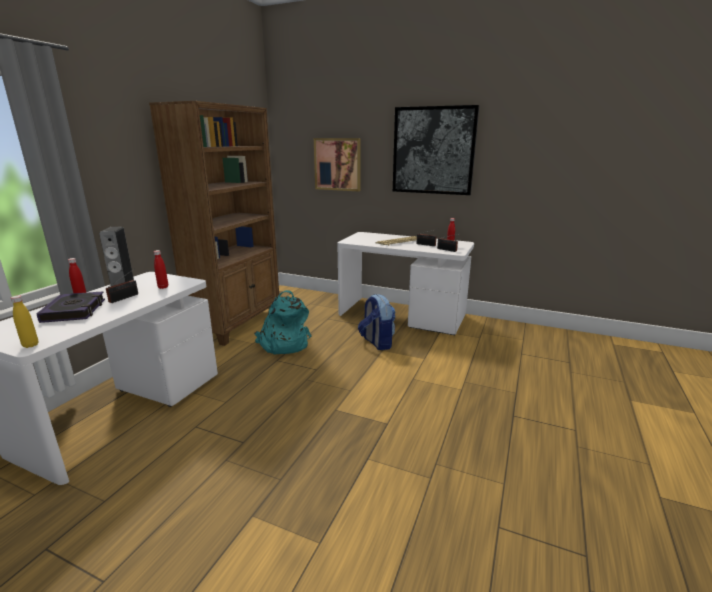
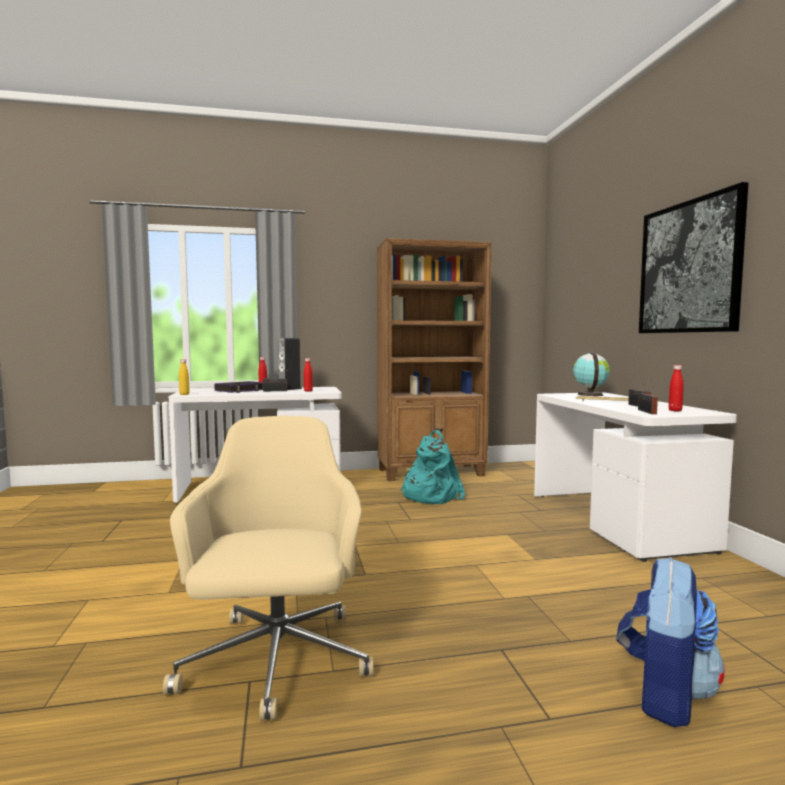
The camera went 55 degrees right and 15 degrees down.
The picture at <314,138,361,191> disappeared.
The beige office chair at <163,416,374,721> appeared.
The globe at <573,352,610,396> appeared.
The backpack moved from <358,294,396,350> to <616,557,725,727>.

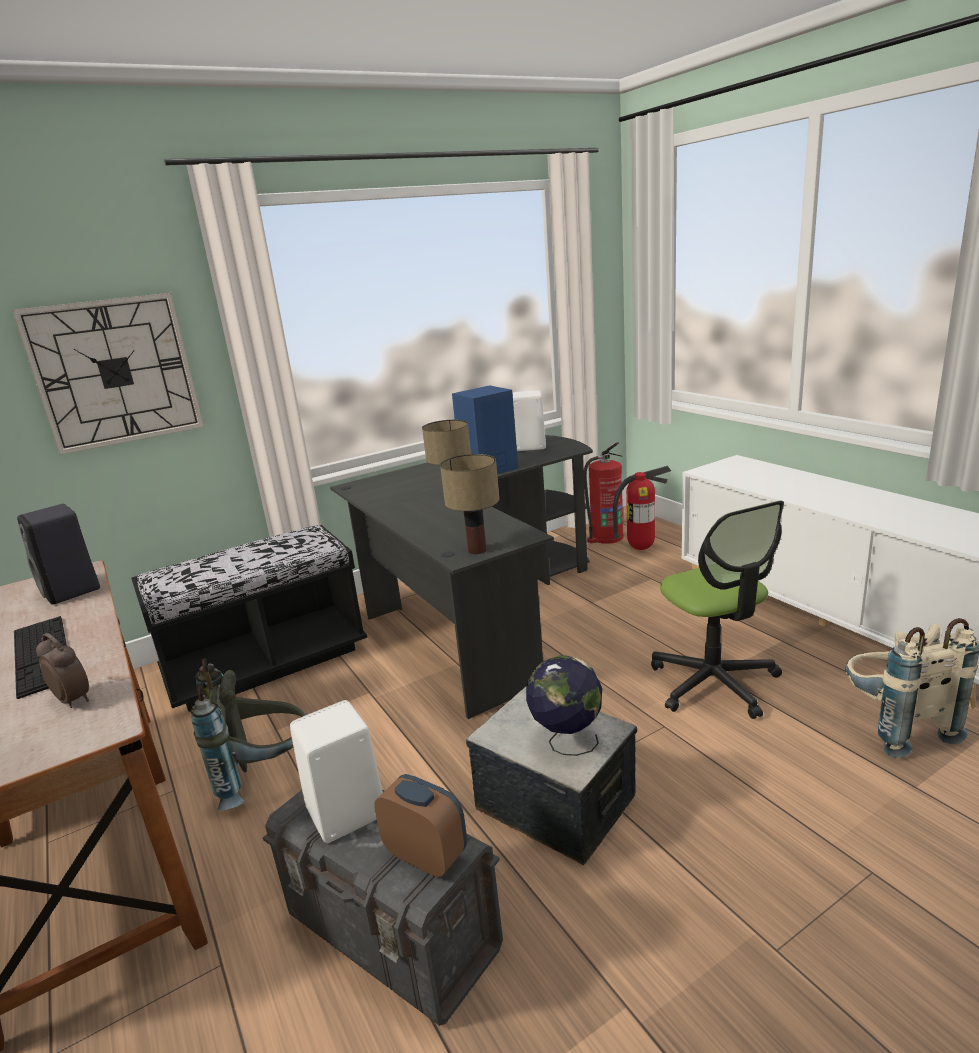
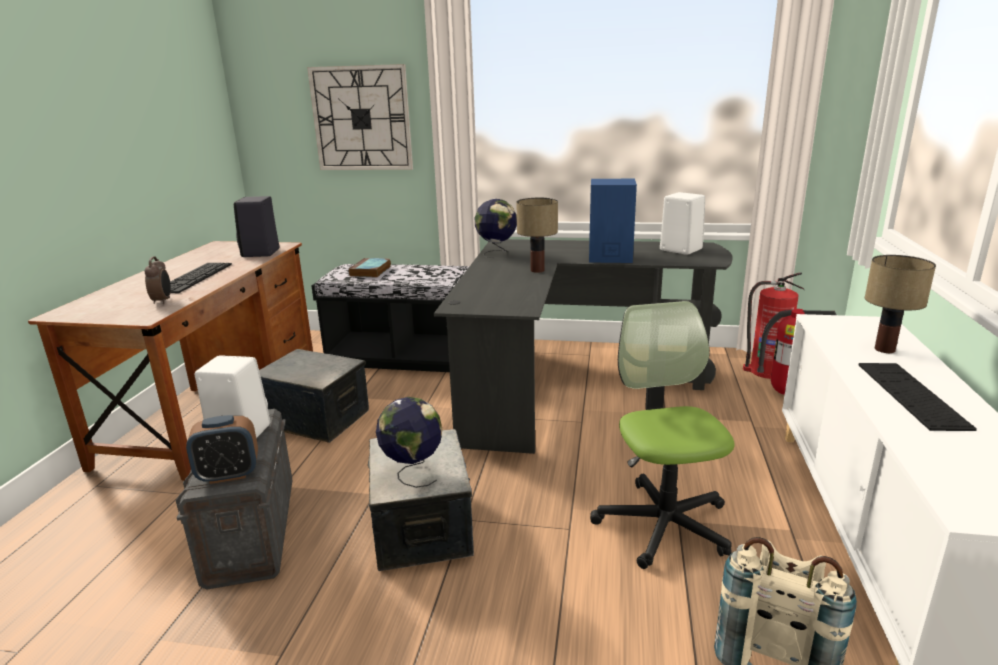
The camera went 40 degrees right and 0 degrees up.
The book at <348,258,391,278> appeared.
The globe at <475,199,517,258> appeared.
The keyboard at <859,363,977,431> appeared.
The table lamp moved from <440,454,499,554> to <865,255,936,353>.
The grey backpack at <190,658,307,811> was replaced by the storage box at <259,349,369,443>.
The alarm clock at <374,774,467,877> turned 90 degrees clockwise.
The office chair at <651,500,784,719> turned 150 degrees clockwise.

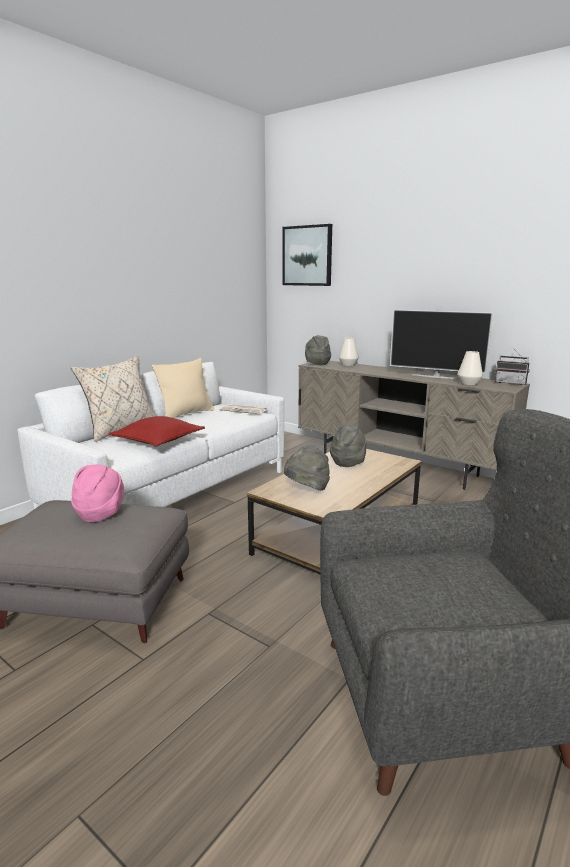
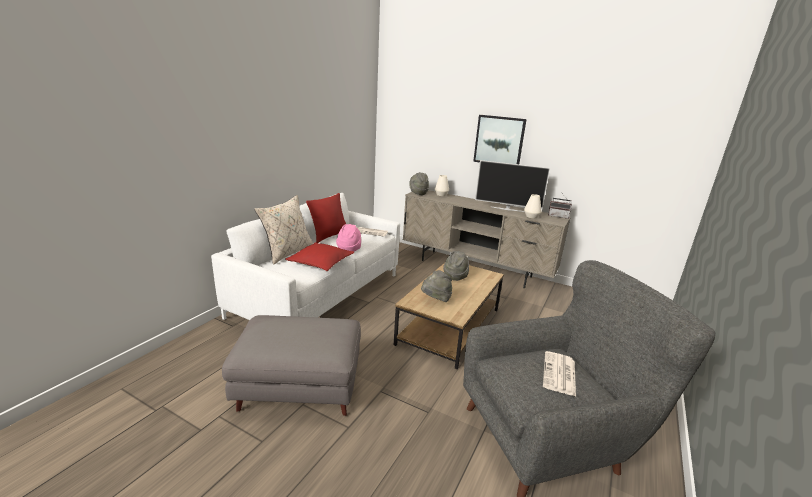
The camera went 10 degrees left and 5 degrees up.
The newspaper at <543,351,576,396> appeared.
The pink hat moved from <71,464,124,522> to <336,224,361,252>.
The picture moved from <282,224,332,286> to <473,115,527,164>.
The beige pillow at <152,358,214,418> became the red pillow at <306,193,346,243>.

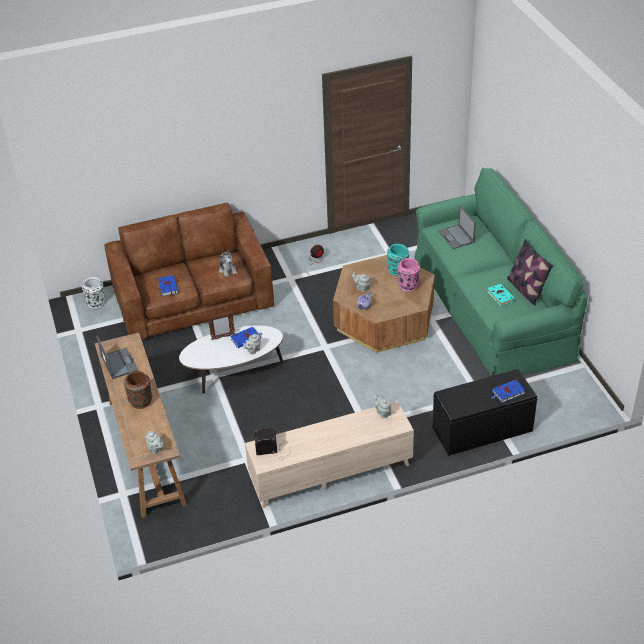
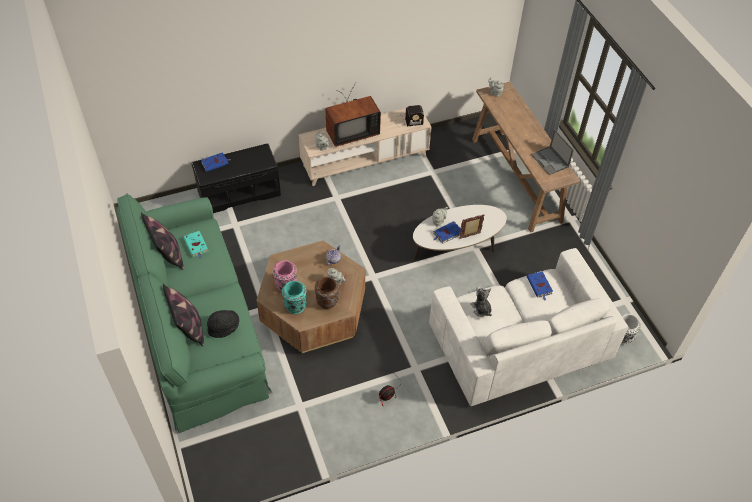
The camera went 175 degrees right and 10 degrees up.
The pillow at <163,284,204,346> appeared.
The television at <325,83,381,147> appeared.
The brown vase moved from <124,371,152,409> to <315,277,339,309>.
The laptop at <438,205,476,249> was replaced by the black hat at <207,310,239,338>.
The brown sofa at <104,203,274,340> became the white sofa at <429,248,628,406>.

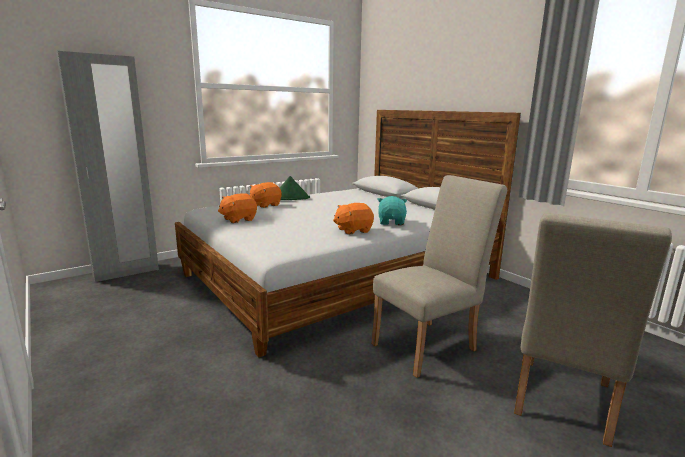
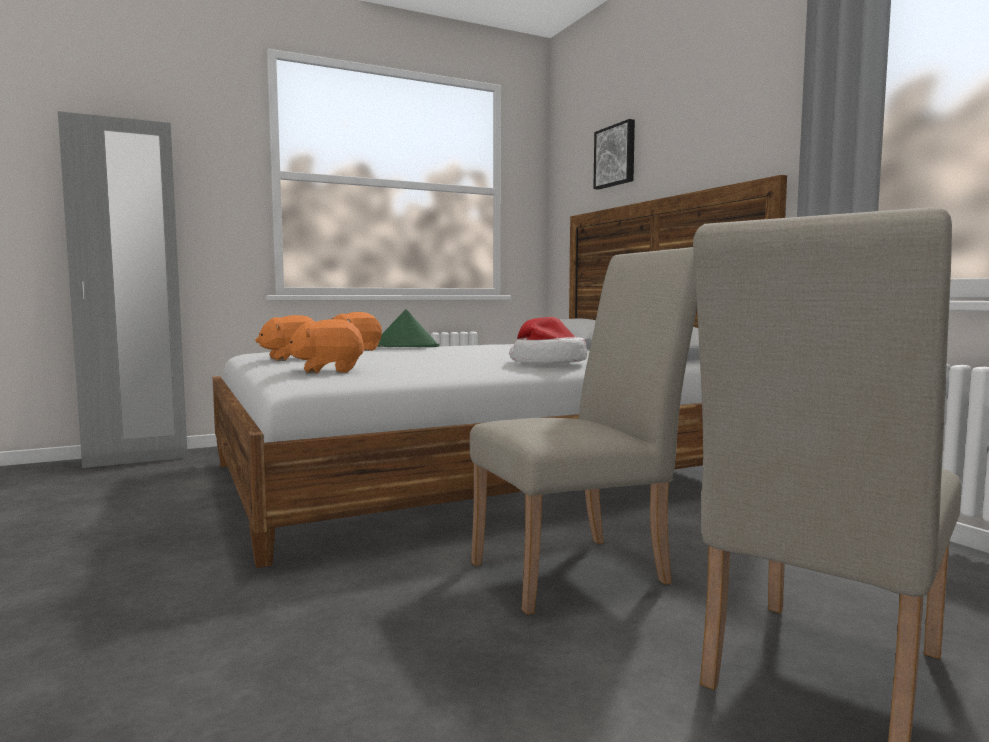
The camera went 10 degrees right and 10 degrees down.
The picture at <593,119,635,190> appeared.
The orange plush toy moved from <333,203,374,235> to <285,319,365,374>.
The turquoise plush toy at <377,196,407,225> was replaced by the hat at <509,317,587,364>.

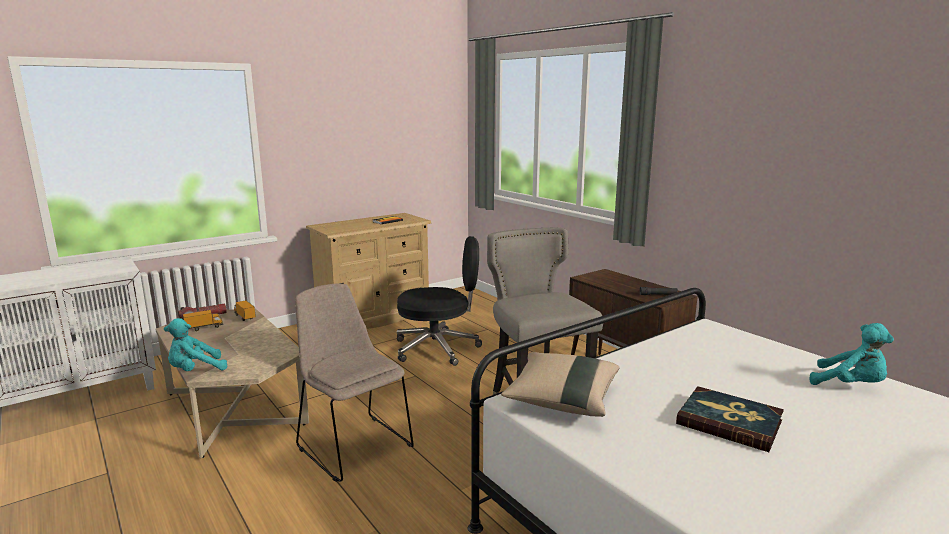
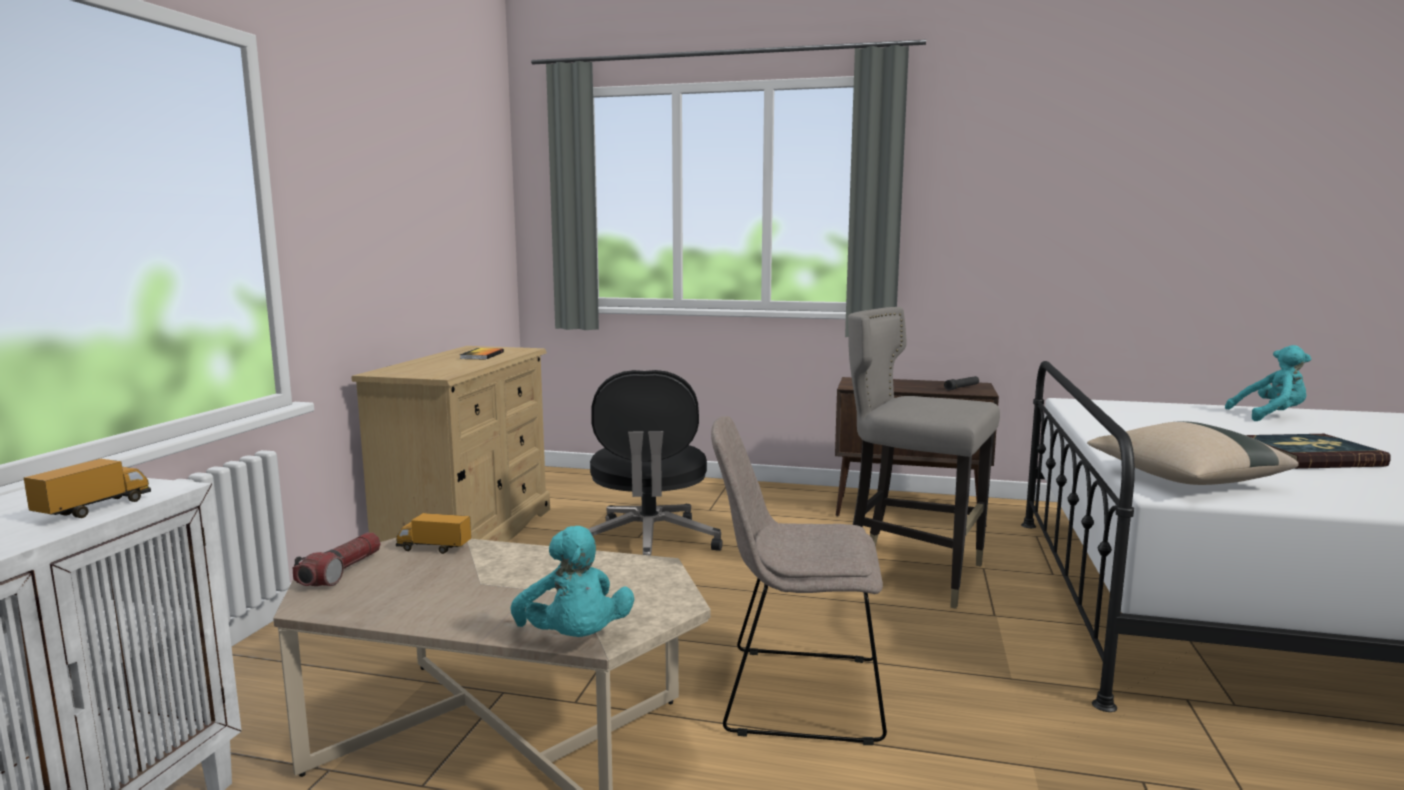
The camera went 40 degrees left and 5 degrees down.
The toy truck moved from <183,310,223,331> to <24,459,151,518>.
The turquoise plush toy at <164,318,228,371> turned 45 degrees counterclockwise.
The black office chair at <397,236,482,366> turned 135 degrees clockwise.

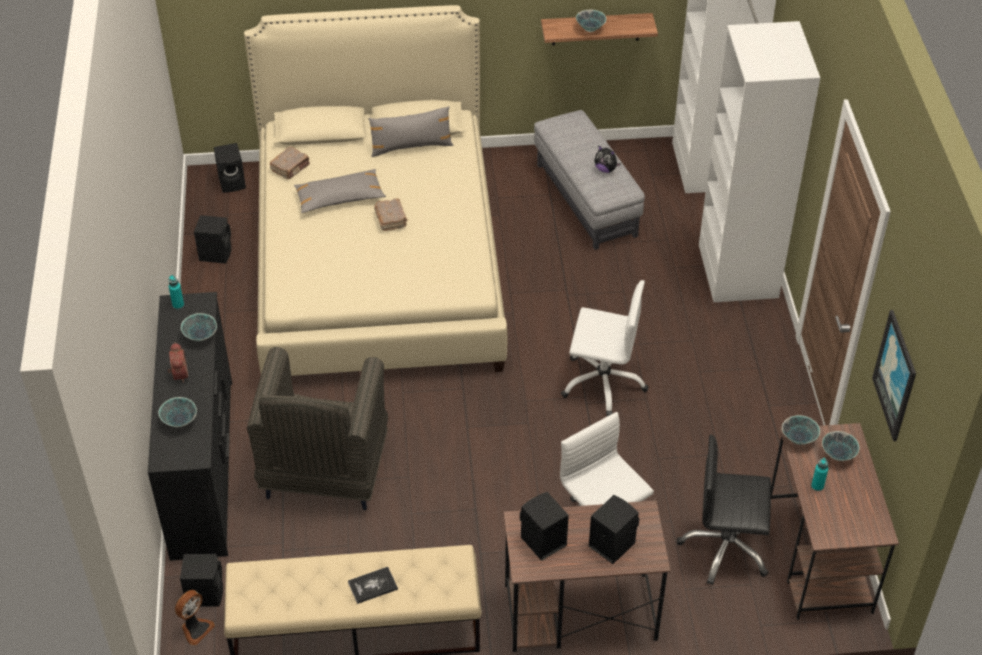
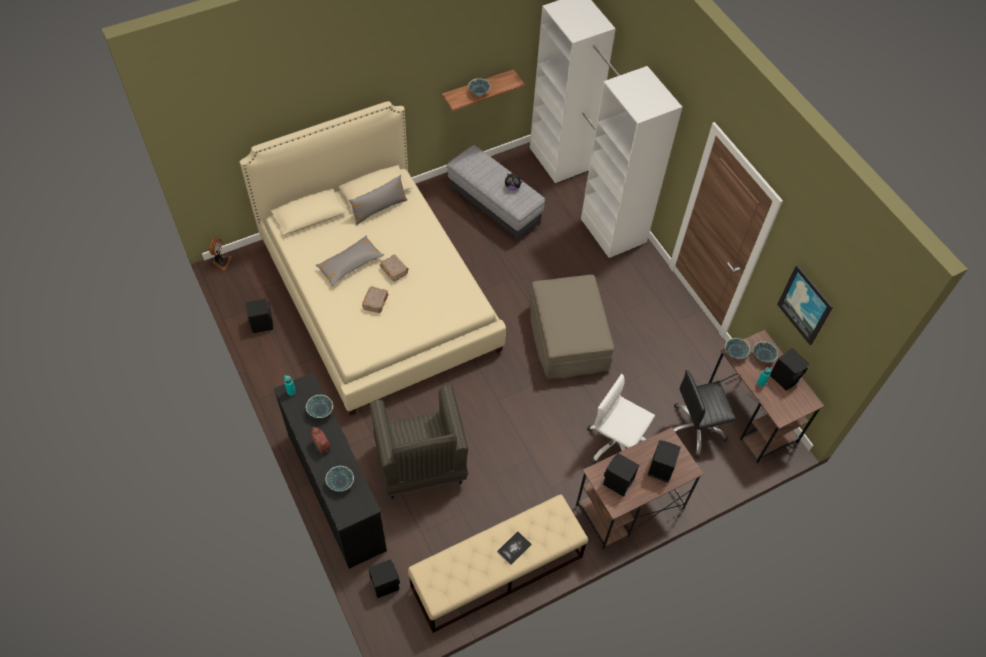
The camera went 25 degrees left and 10 degrees up.
The fan moved from <175,590,215,645> to <209,238,232,270>.
The black speaker moved from <214,143,246,193> to <770,348,809,390>.
The brown book moved from <270,147,310,179> to <362,286,388,313>.
The white office chair at <561,280,649,416> was replaced by the beige ottoman at <529,275,614,379>.

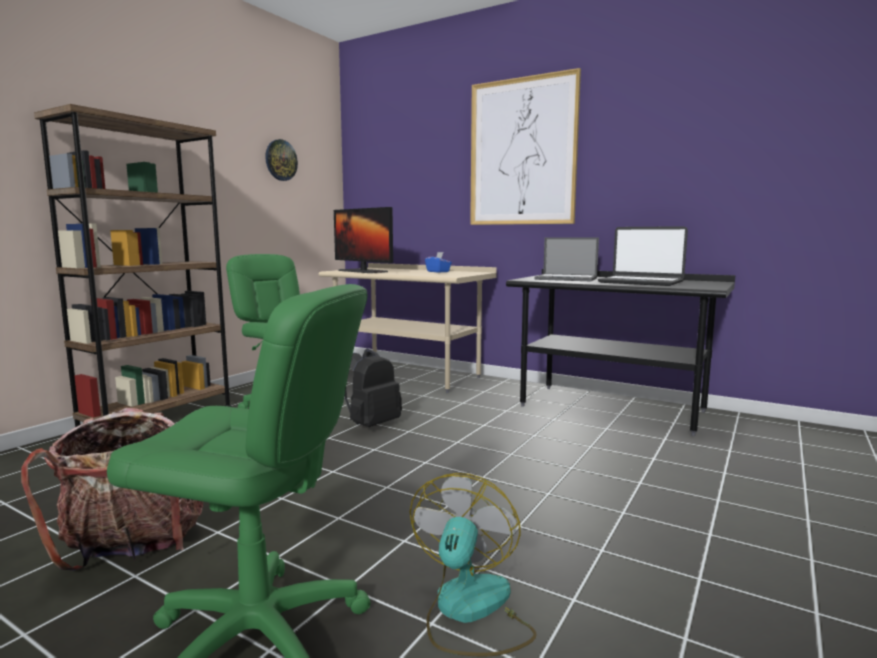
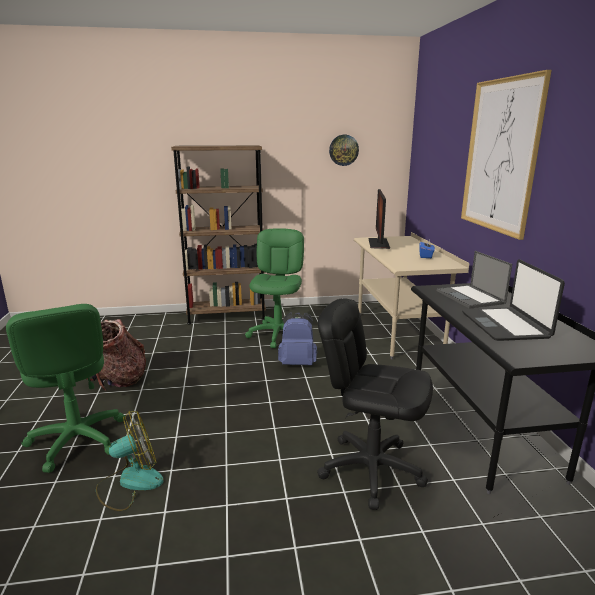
The camera went 50 degrees right and 10 degrees up.
The black office chair at <317,298,433,510> appeared.
The black backpack at <345,349,402,427> became the blue backpack at <278,312,317,365>.

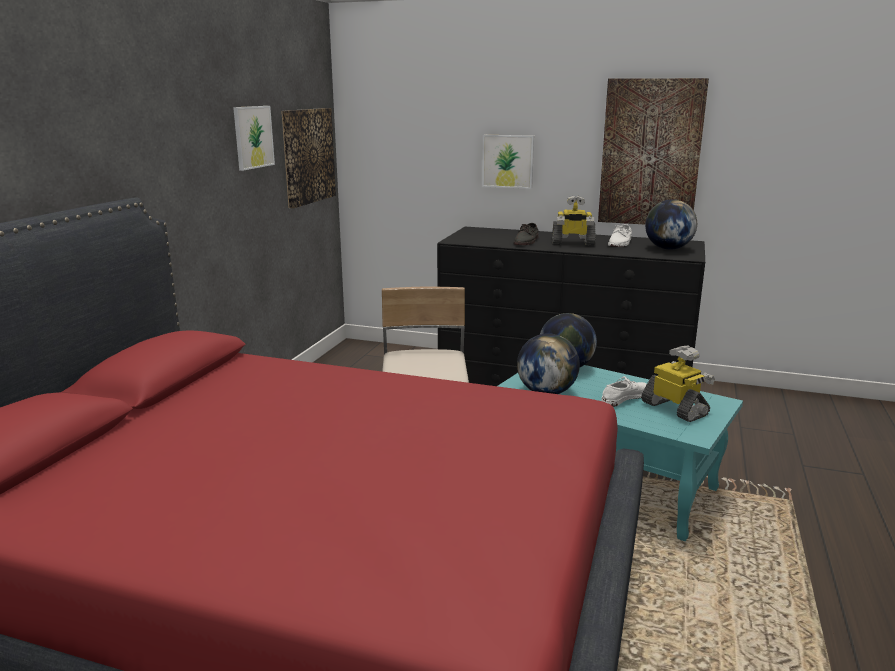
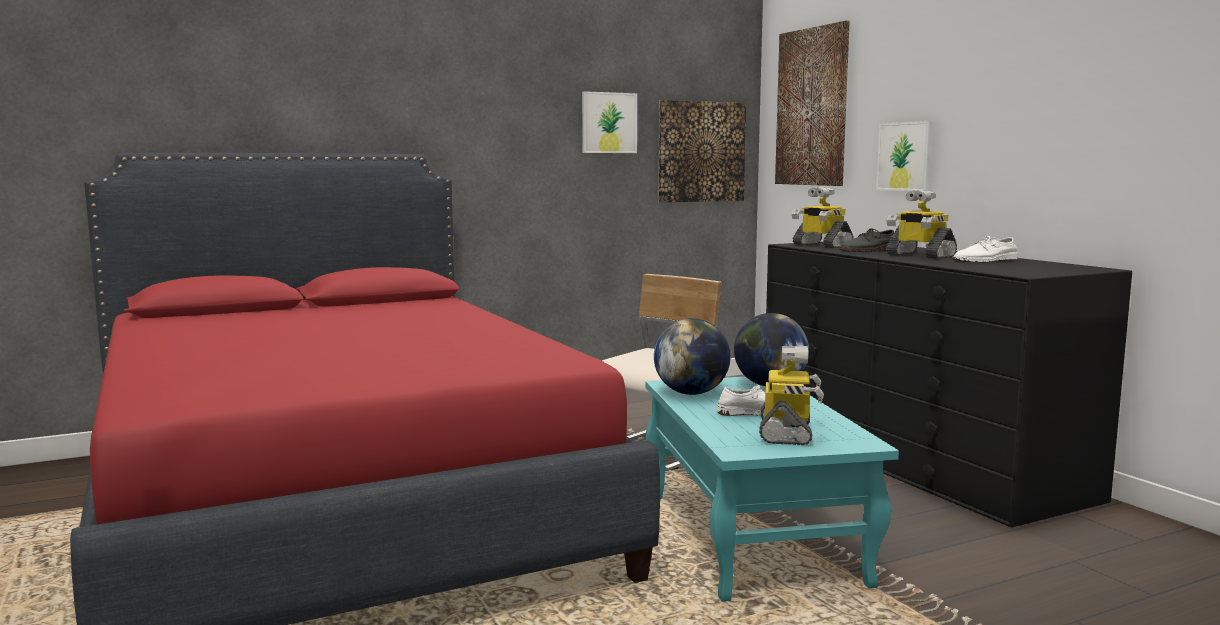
The camera went 45 degrees right and 10 degrees down.
The globe at <645,199,697,250> disappeared.
The toy robot at <792,187,854,248> appeared.
The picture moved from <598,78,709,224> to <775,21,850,186>.

